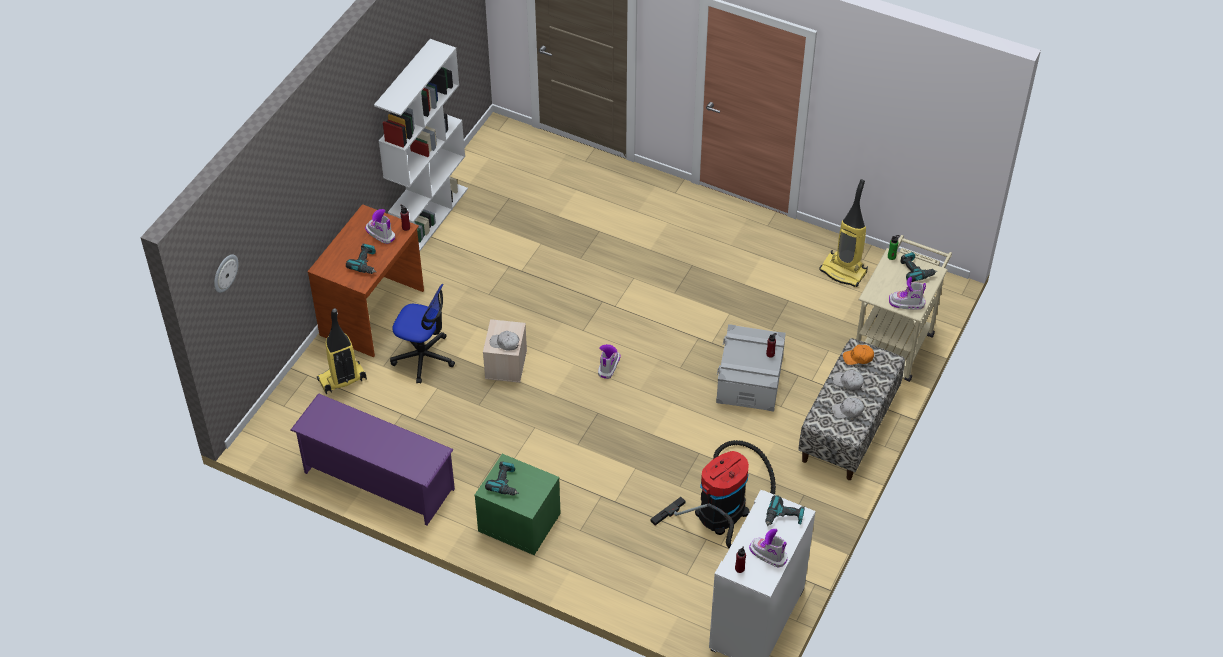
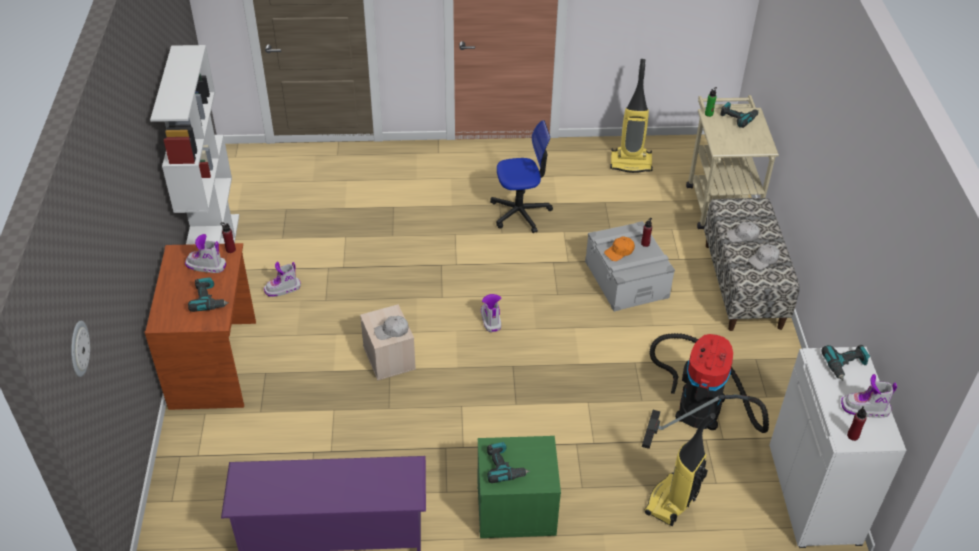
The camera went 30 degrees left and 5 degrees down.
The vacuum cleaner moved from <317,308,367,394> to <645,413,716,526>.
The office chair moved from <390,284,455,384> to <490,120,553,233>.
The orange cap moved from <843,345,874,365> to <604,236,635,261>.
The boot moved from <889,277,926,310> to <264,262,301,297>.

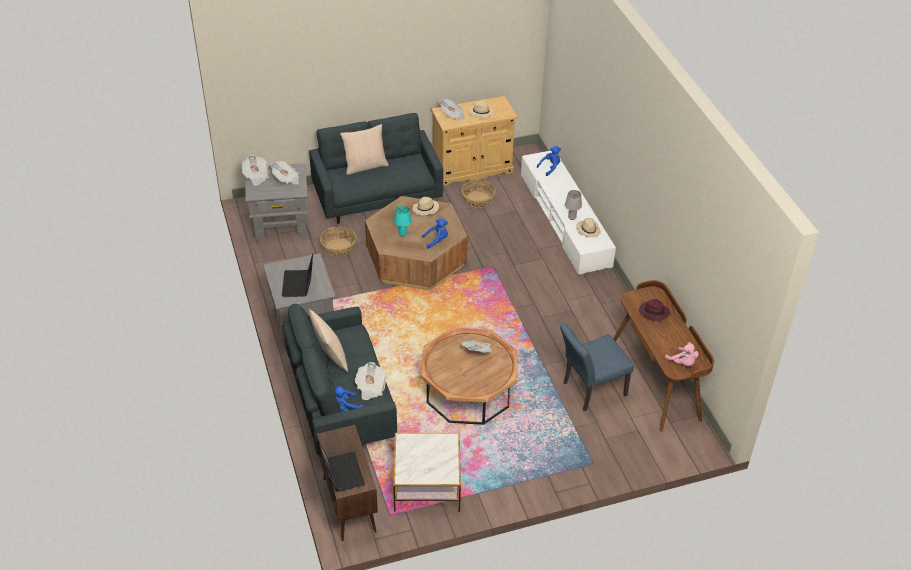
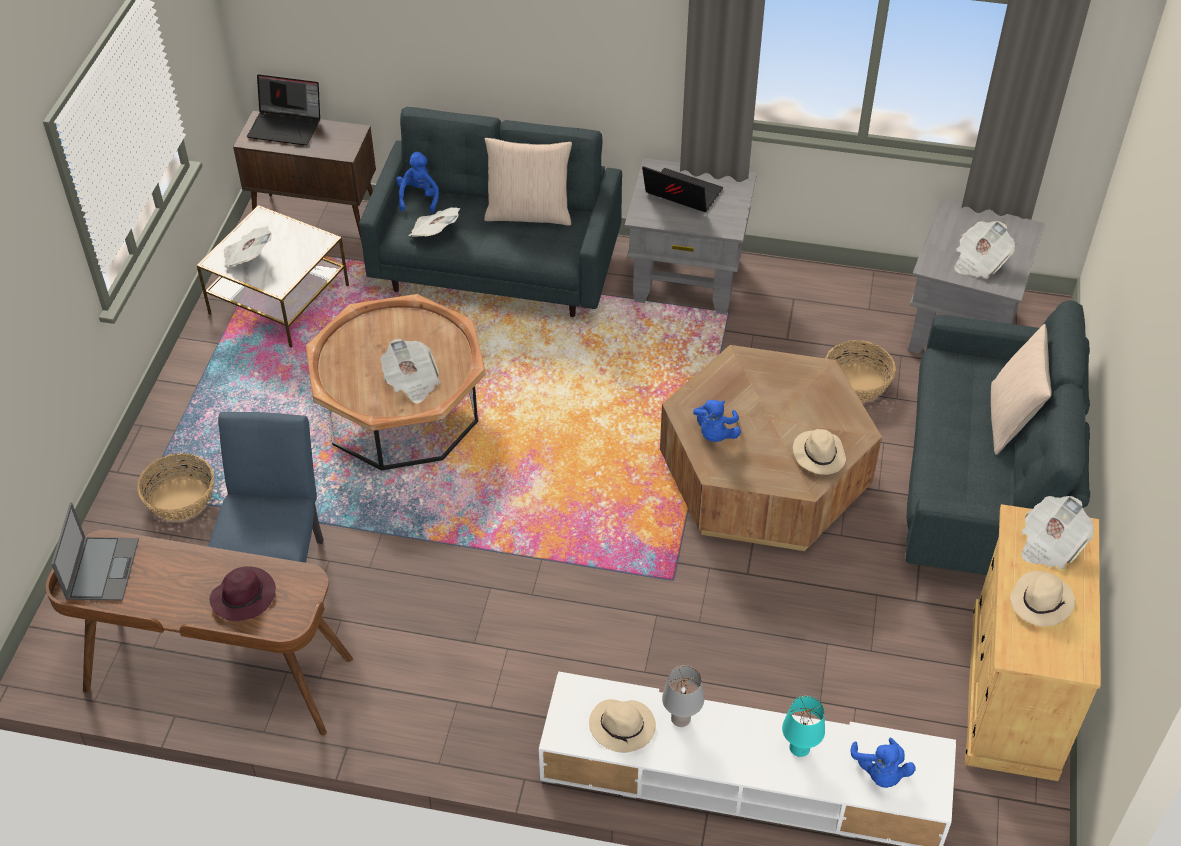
The camera went 120 degrees right and 5 degrees up.
The newspaper moved from <242,155,269,186> to <224,226,272,268>.
The turquoise table lamp moved from <394,205,411,236> to <782,696,825,757>.
The basket moved from <461,180,495,208> to <137,453,214,521>.
The pink plush toy at <665,342,699,366> was replaced by the laptop at <51,502,139,601>.

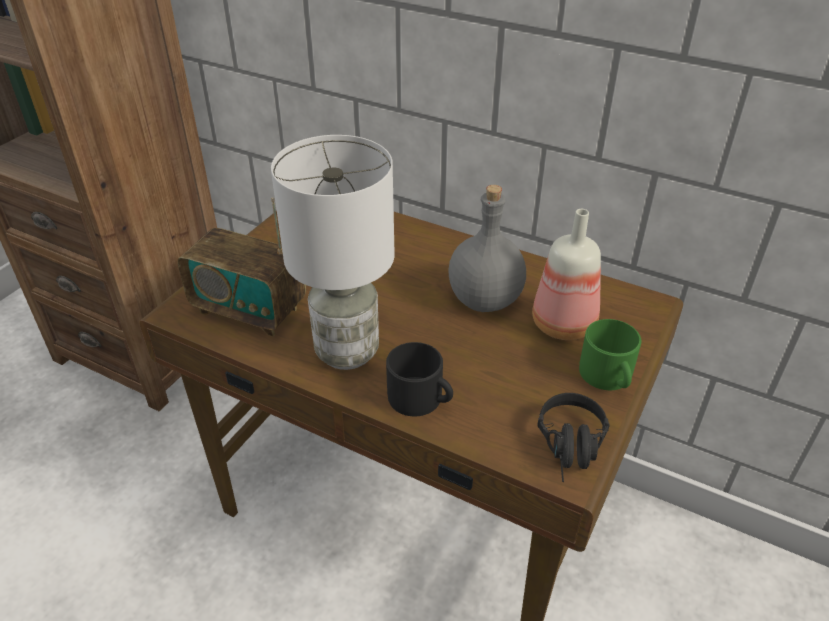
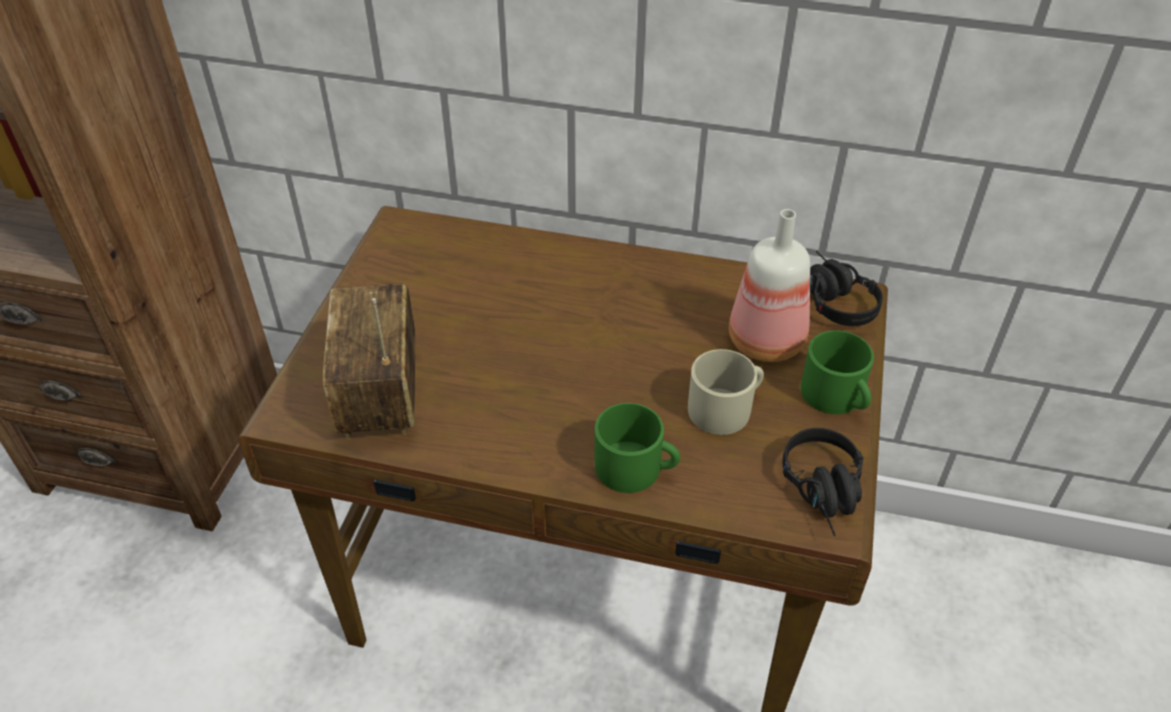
The camera went 15 degrees left and 5 degrees up.
The white table lamp at <271,135,395,370> disappeared.
The grey bottle at <448,185,526,312> disappeared.
The beige mug at <688,349,764,435> appeared.
The black headphones at <810,251,883,326> appeared.
The black mug at <386,342,453,416> became the green mug at <595,403,680,493>.
The radio at <178,197,306,337> turned 75 degrees clockwise.

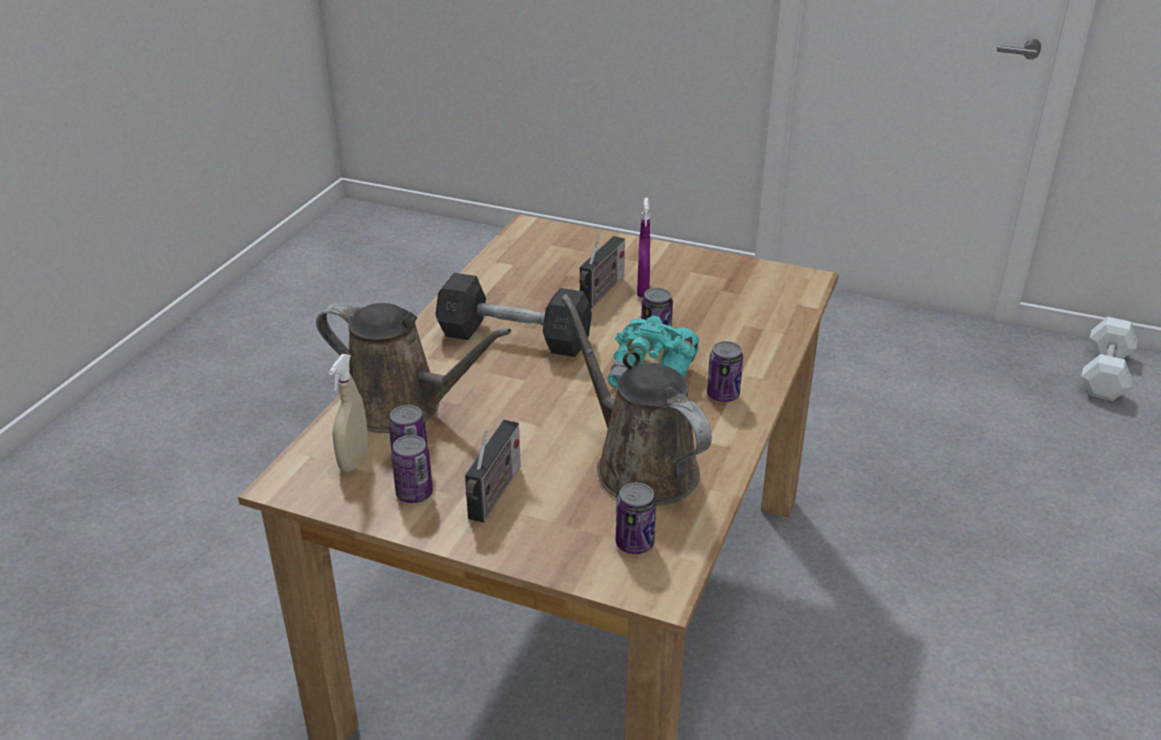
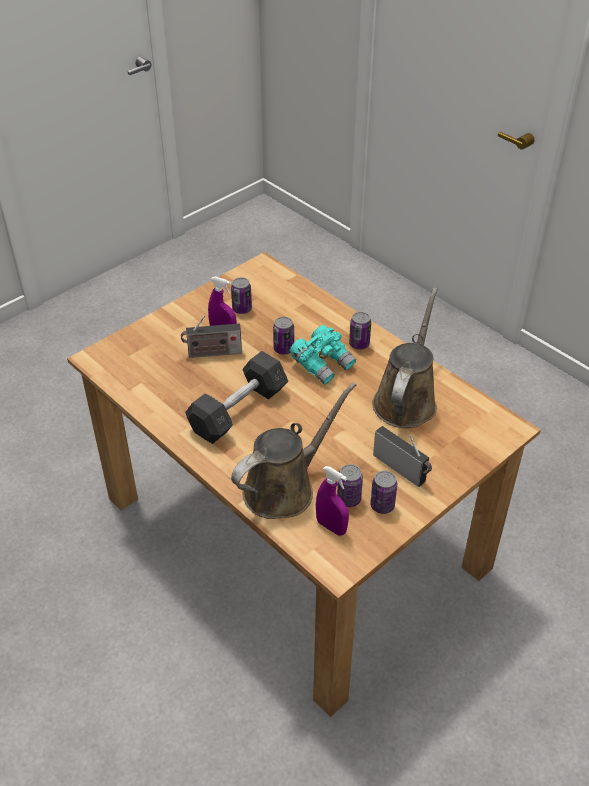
The camera went 65 degrees left and 10 degrees up.
The white dumbbell at <1081,317,1138,401> disappeared.
The can moved from <616,483,656,554> to <231,277,252,314>.
The beige spray bottle at <329,354,368,472> became the purple spray bottle at <316,466,349,536>.
The brown watering can at <561,294,712,506> turned 120 degrees clockwise.
The radio at <579,235,625,309> turned 120 degrees clockwise.

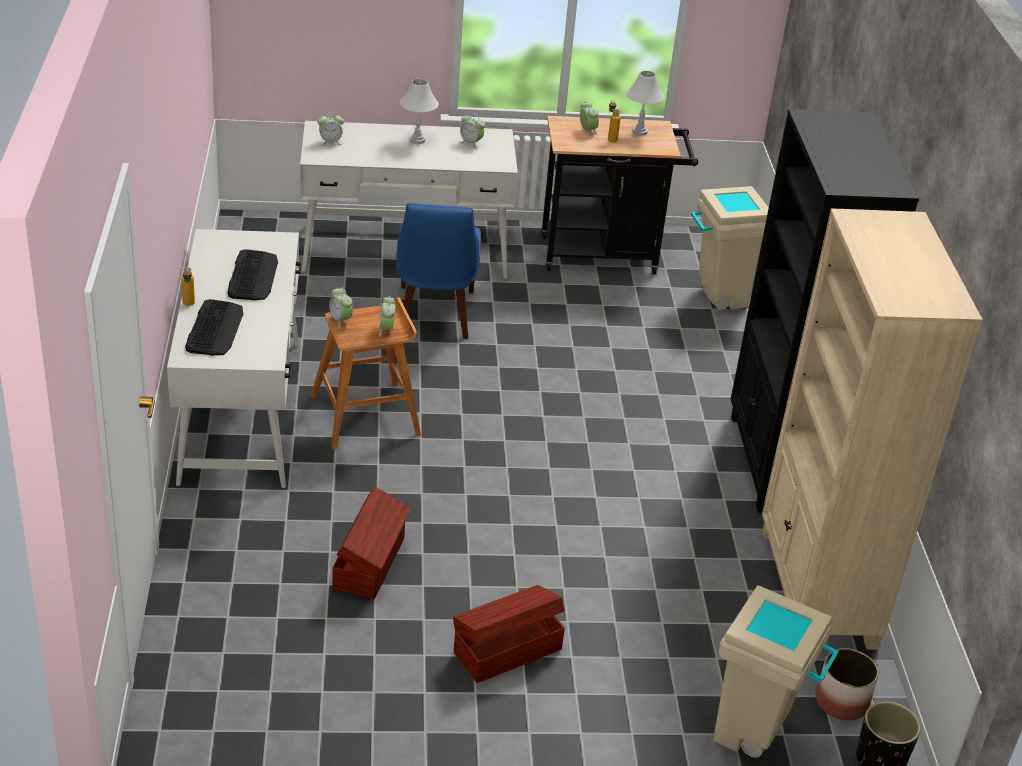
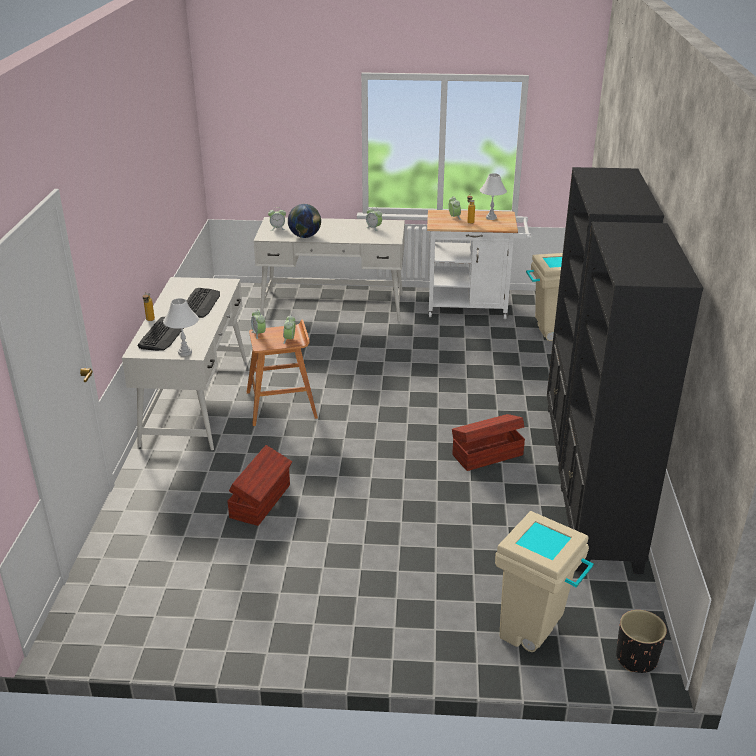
The camera went 10 degrees right and 5 degrees down.
The blue chair at <396,203,481,339> disappeared.
The planter at <815,648,879,720> disappeared.
The globe at <288,204,321,238> appeared.
The white table lamp moved from <400,79,439,144> to <163,298,199,356>.
The brown storage box moved from <453,585,565,683> to <452,414,525,471>.
The black cart at <542,116,698,274> became the white cart at <427,210,531,319>.
The beige bookcase at <762,208,983,650> became the black bookcase at <559,222,703,574>.

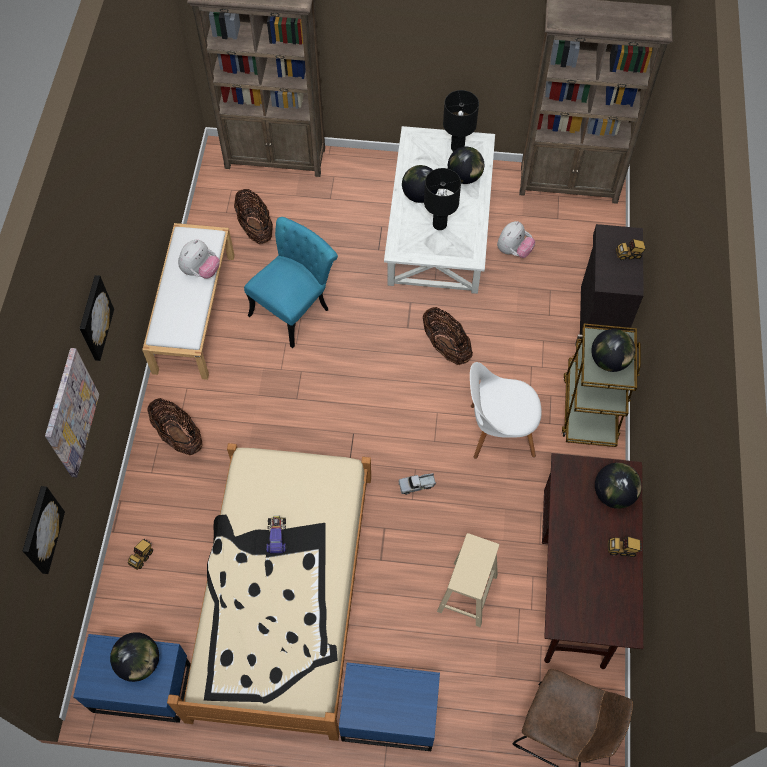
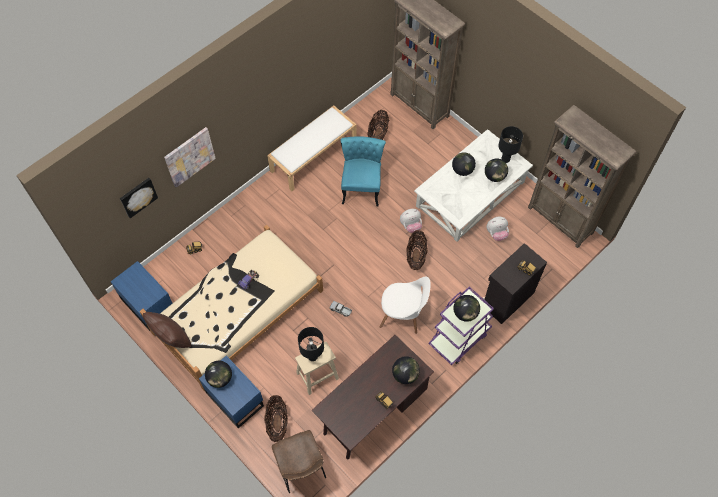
The camera went 40 degrees right and 0 degrees up.
The picture at <79,275,114,361> disappeared.
The brown pillow at <143,312,191,348> appeared.
The globe moved from <110,632,159,682> to <205,361,232,388>.
The basket moved from <148,398,202,456> to <264,395,288,442>.
The plush toy moved from <178,240,220,278> to <400,209,422,233>.
The black table lamp moved from <424,168,461,230> to <298,327,324,361>.
The brown cart at <562,324,641,447> became the purple cart at <429,287,494,365>.
The turquoise chair at <244,217,338,348> turned 75 degrees counterclockwise.
The white chair at <470,362,542,459> turned 150 degrees clockwise.

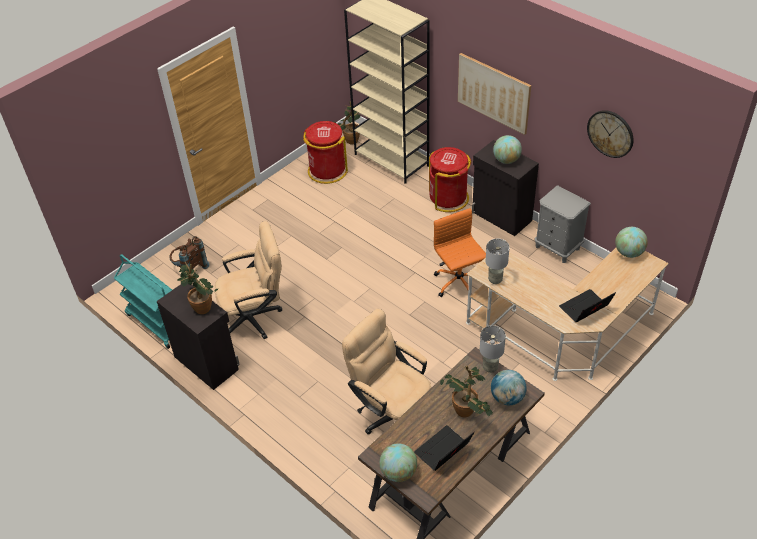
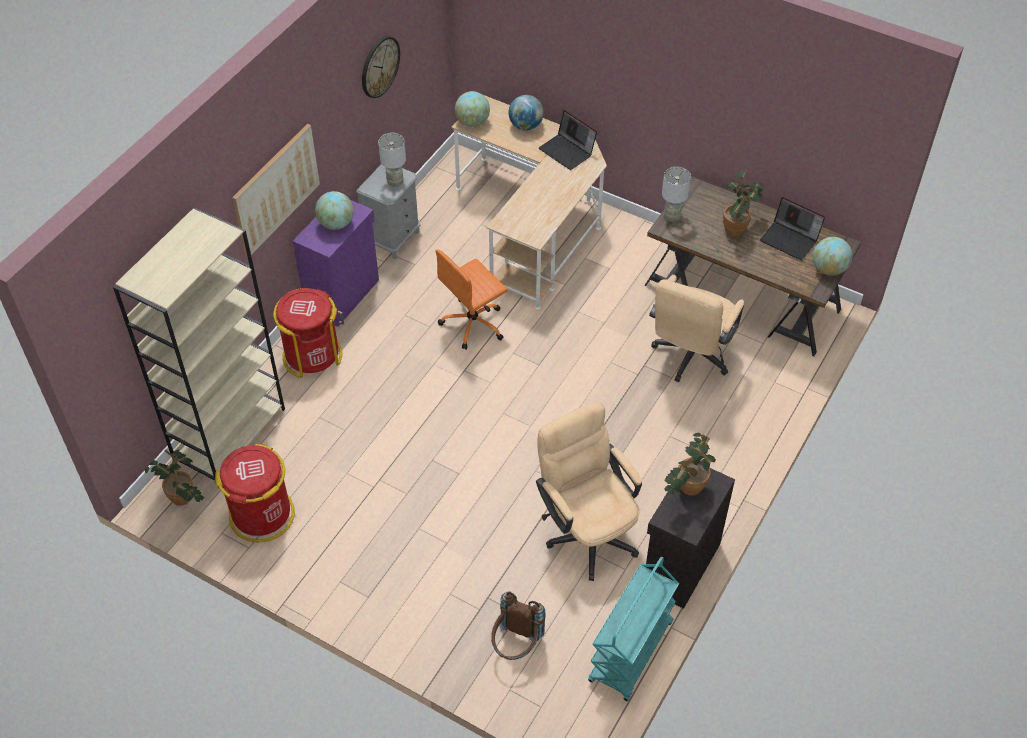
The camera went 105 degrees left and 5 degrees up.
The grey table lamp moved from <486,239,510,284> to <378,133,406,187>.
The globe moved from <491,370,527,405> to <509,95,544,131>.
The black cabinet at <472,140,539,236> became the purple cabinet at <293,200,379,327>.

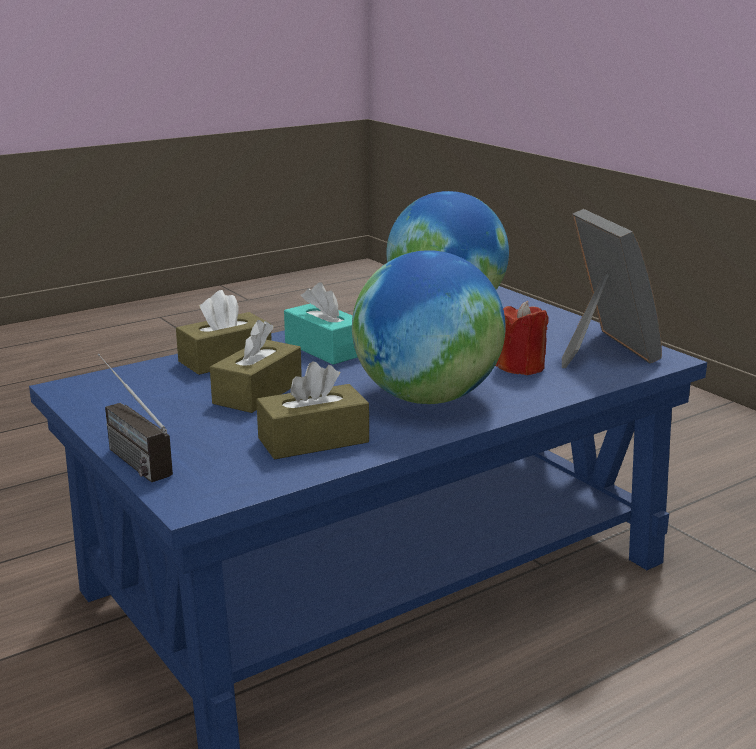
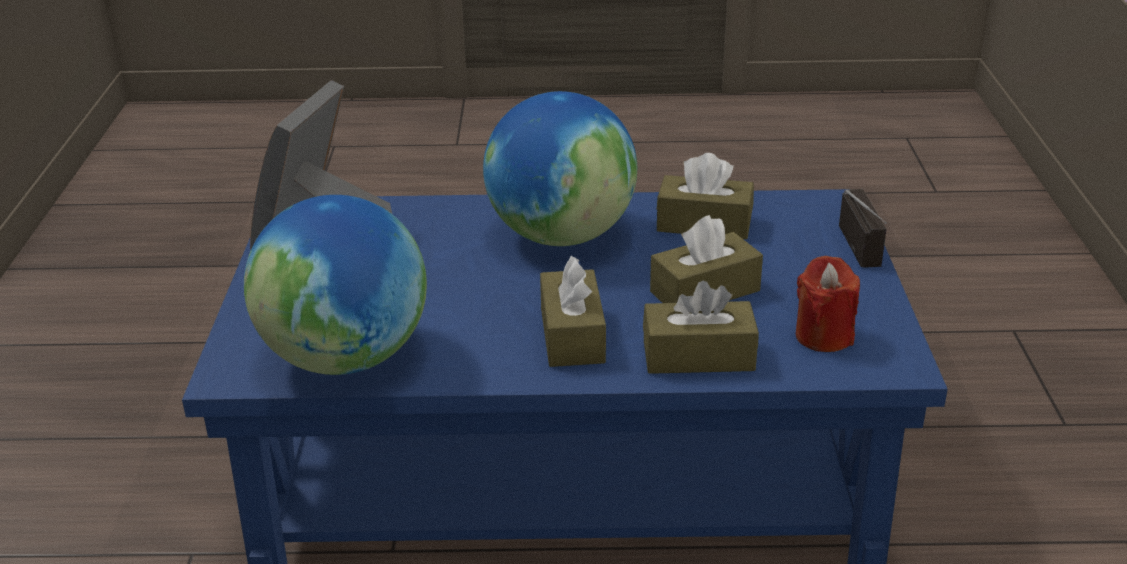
The camera went 145 degrees left and 10 degrees up.
The red candle moved from <496,301,548,375> to <796,256,860,352>.
The turquoise tissue box at <284,282,358,365> became the brown tissue box at <540,256,606,367>.

